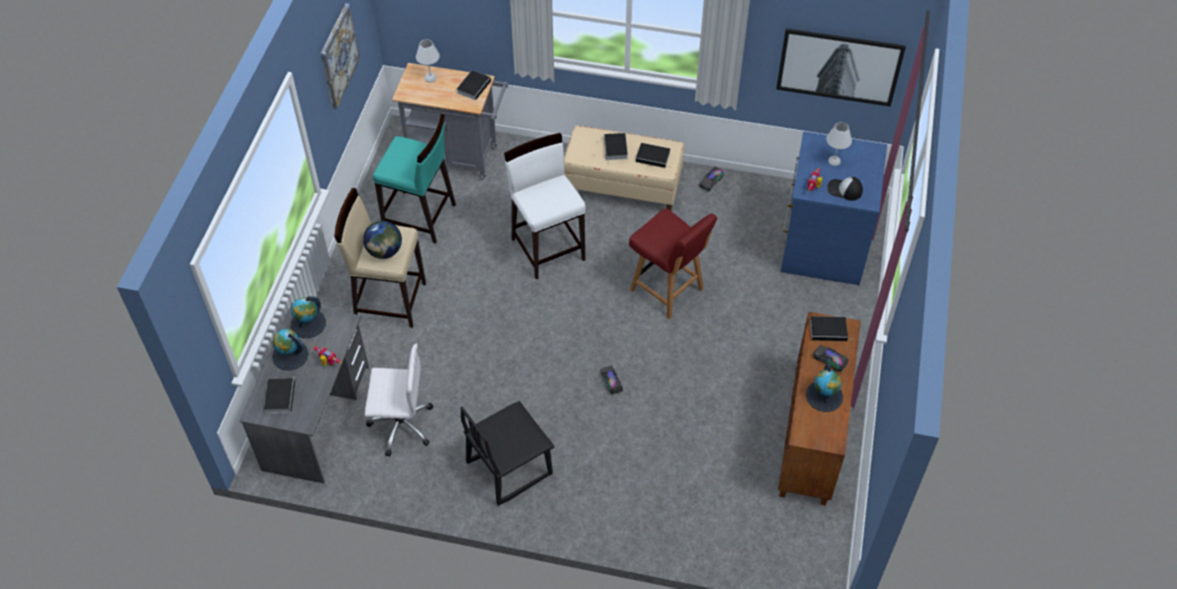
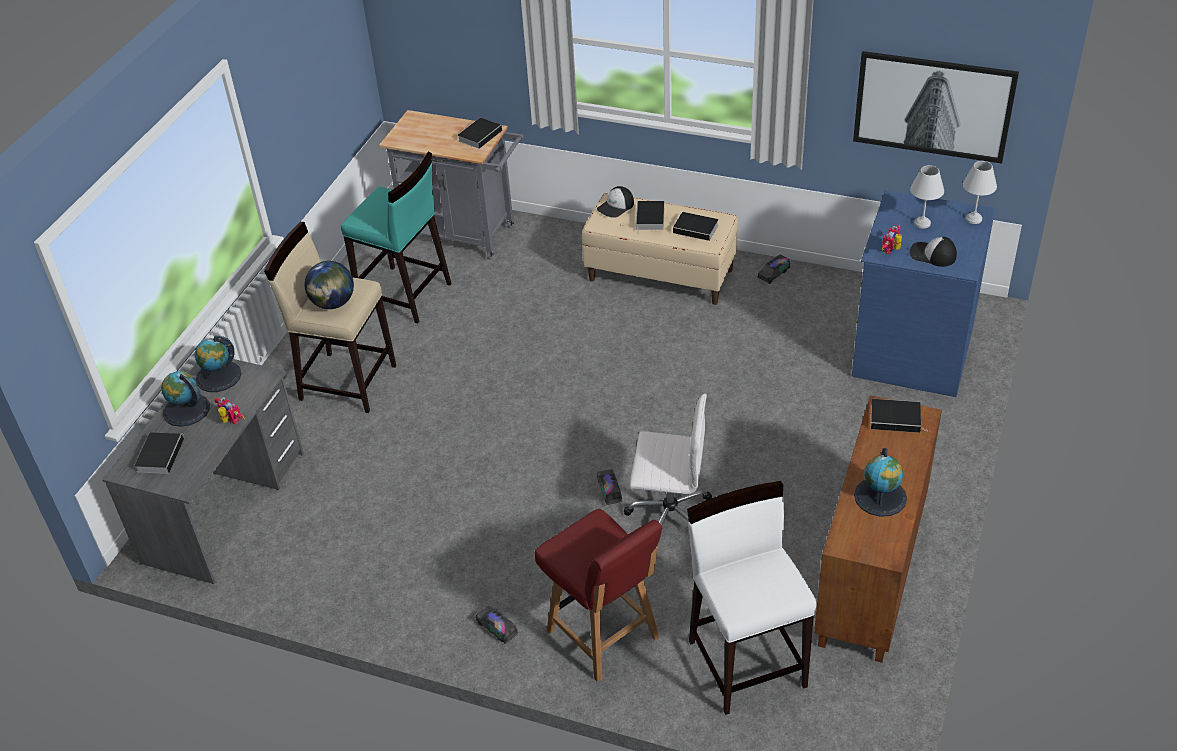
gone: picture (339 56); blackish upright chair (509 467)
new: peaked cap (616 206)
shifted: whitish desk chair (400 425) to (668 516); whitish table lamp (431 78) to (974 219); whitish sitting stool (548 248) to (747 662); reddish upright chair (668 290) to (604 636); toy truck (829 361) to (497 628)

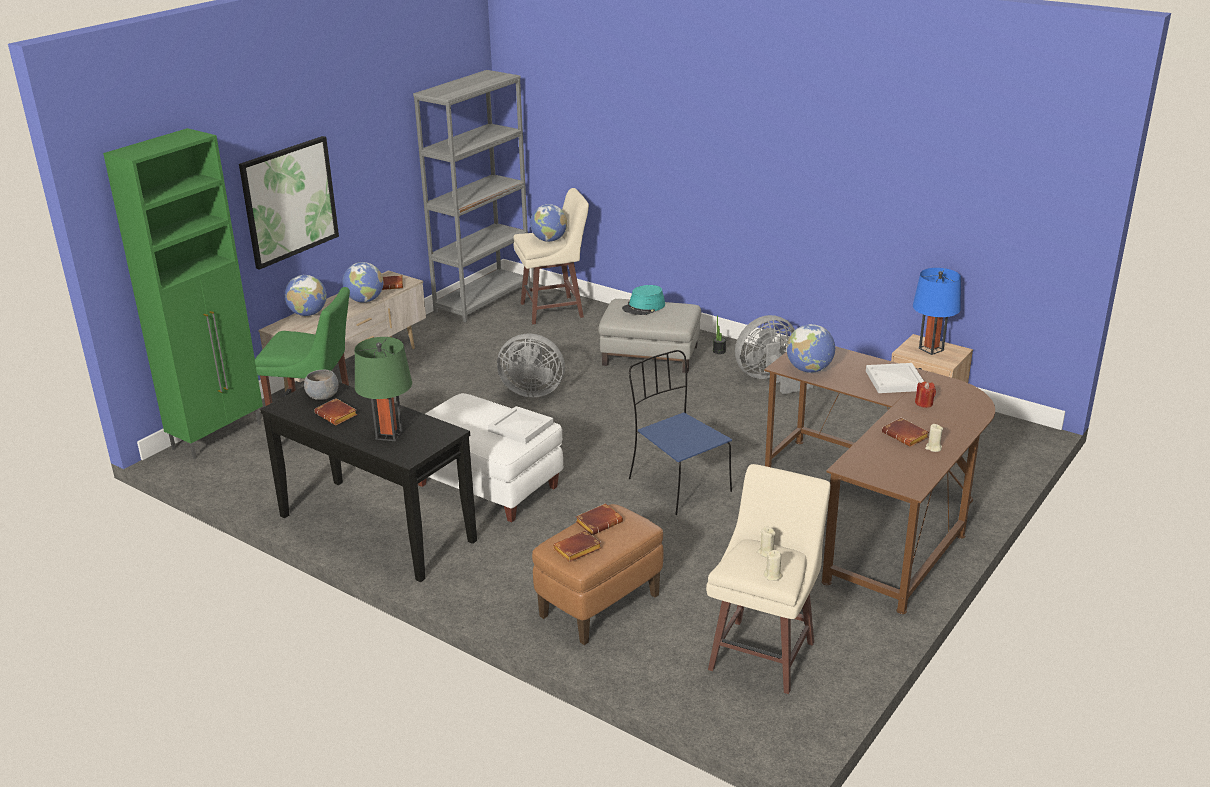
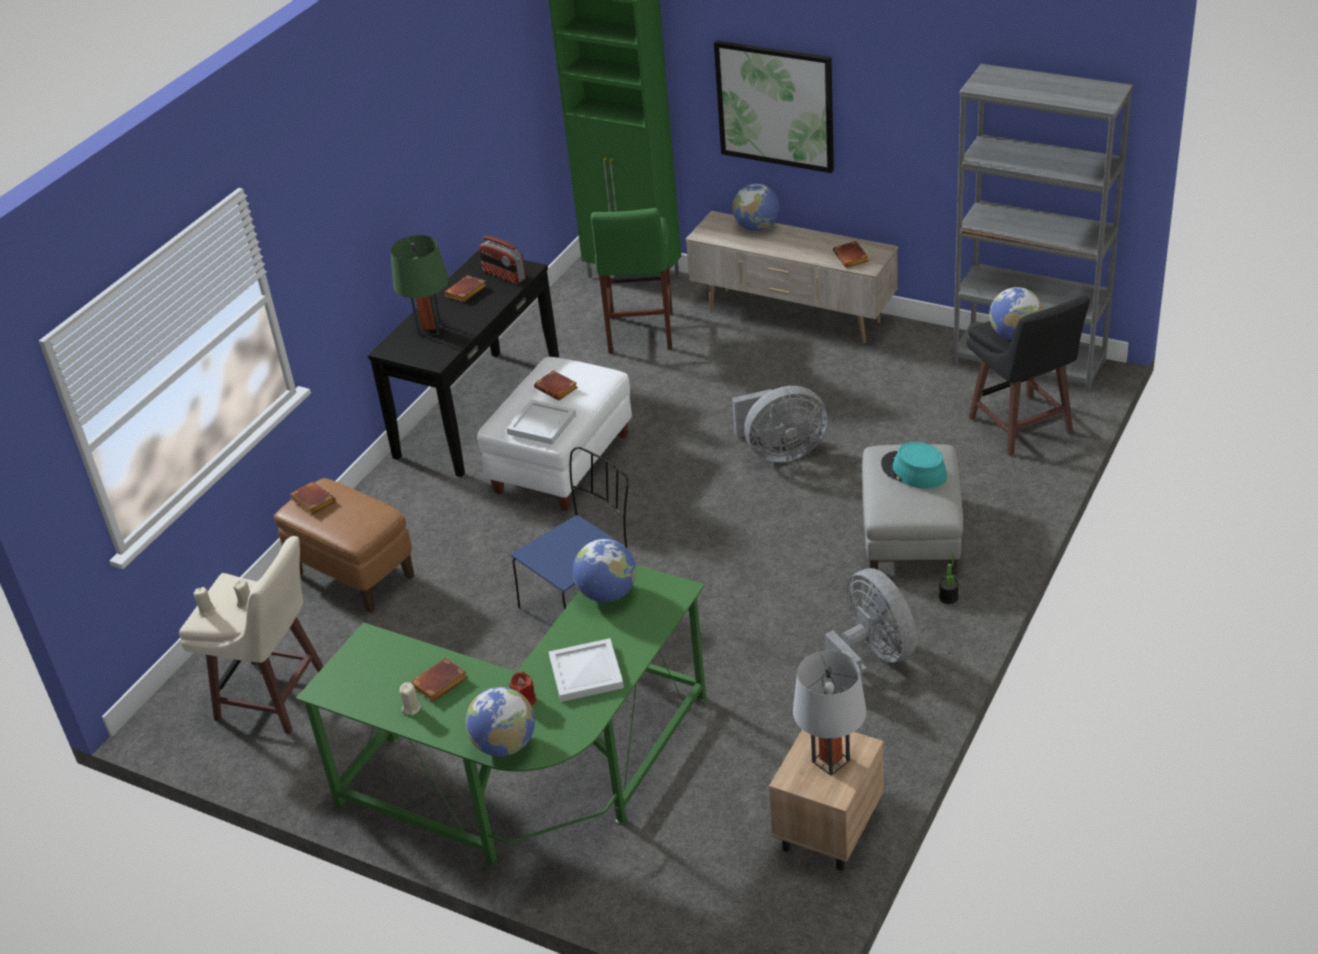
shifted: desk globe (365 300) to (505 745); brownish volume (599 522) to (558 389)
swapped: greyish deep dish (323 396) to radio receiver (504 275)
repainted: beige sitting stool (554 310) to blackish sitting stool (1021 427); brownish desk table (878 513) to green desk table (536 780); bluish table lamp (931 349) to greyish table lamp (831 761)
rotated: greyish cooling fan (531 391) = (780 452) 105 degrees counterclockwise

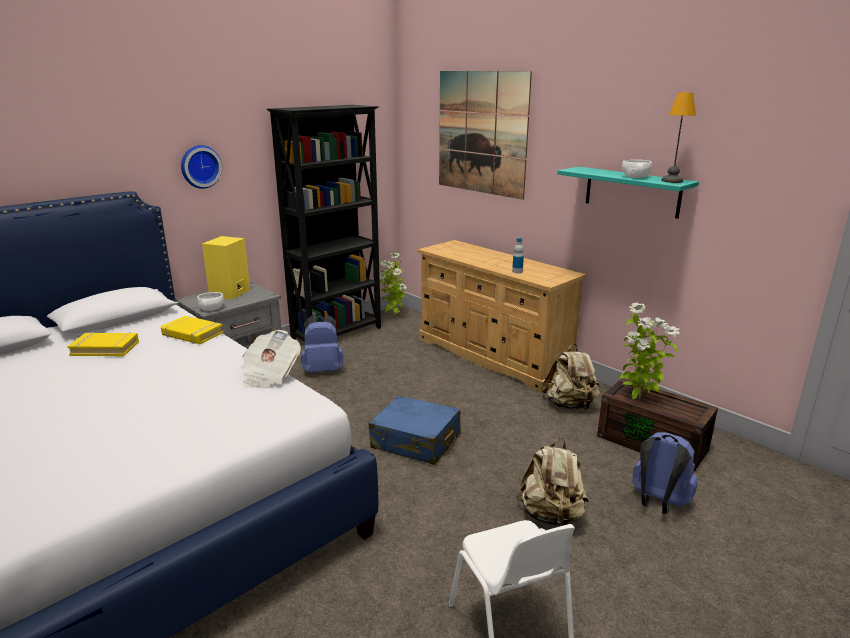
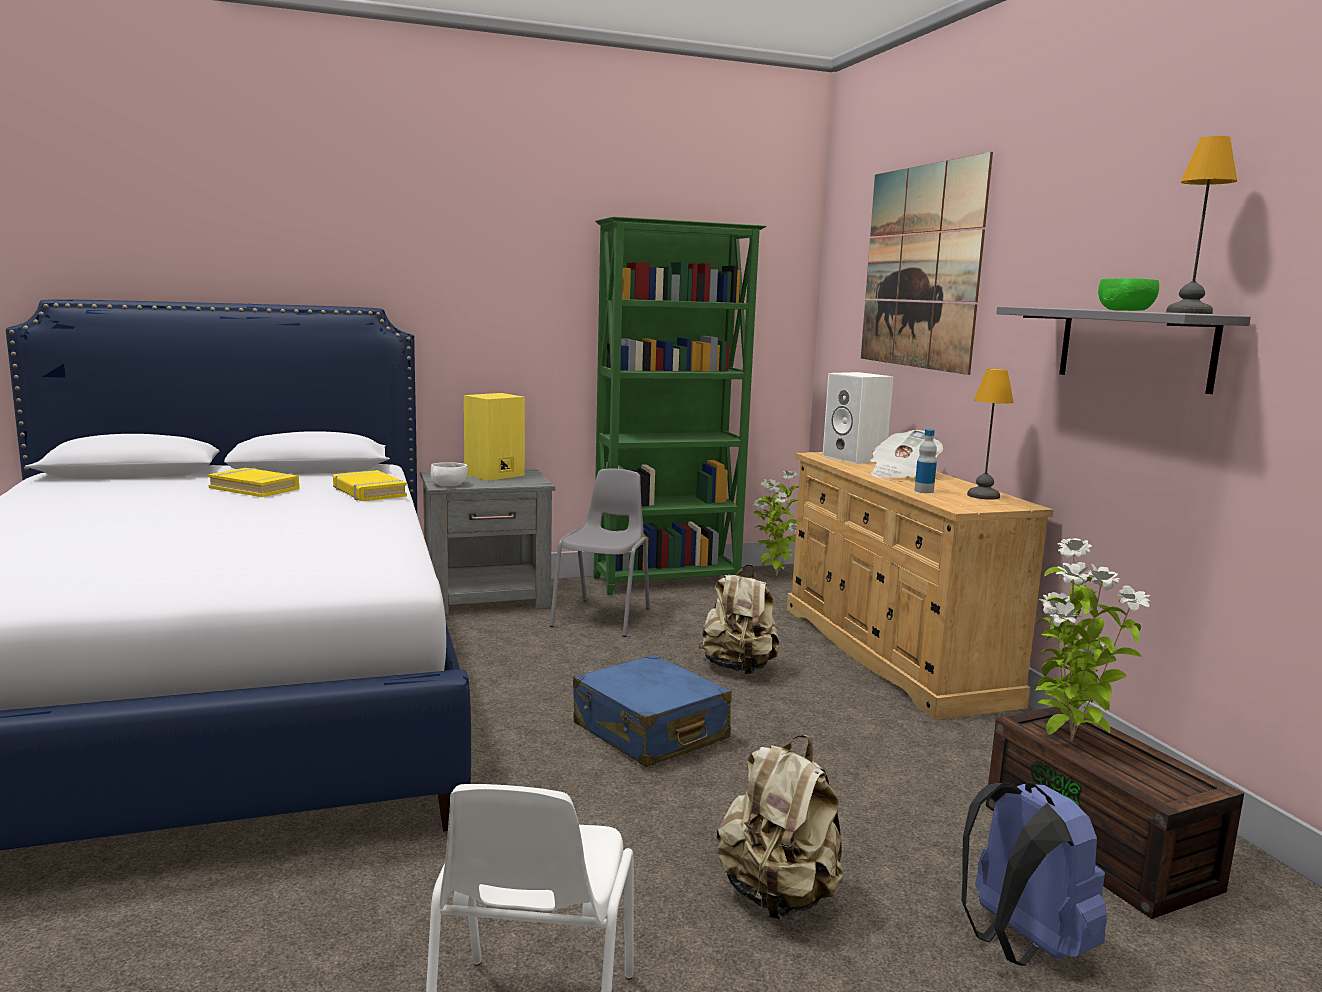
gone: wall clock (200 166)
new: whitish loudspeaker (856 458); table lamp (983 496)
shifted: daily paper (269 374) to (901 474); beige rucksack (569 405) to (738 668)
swapped: bluish rucksack (323 370) to greyish upright chair (603 617)
repainted: blackish bookcase (338 334) to green bookcase (668 582); turquoise-coloured shelf (632 192) to greyish shelf (1134 347); whitish deep dish (635 177) to green deep dish (1126 310)

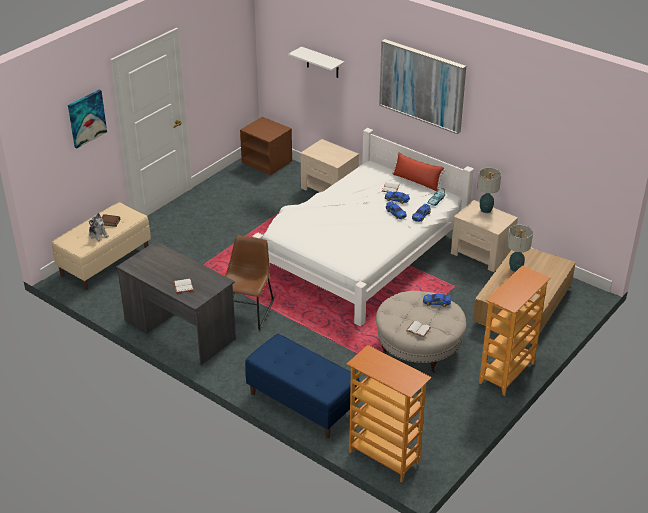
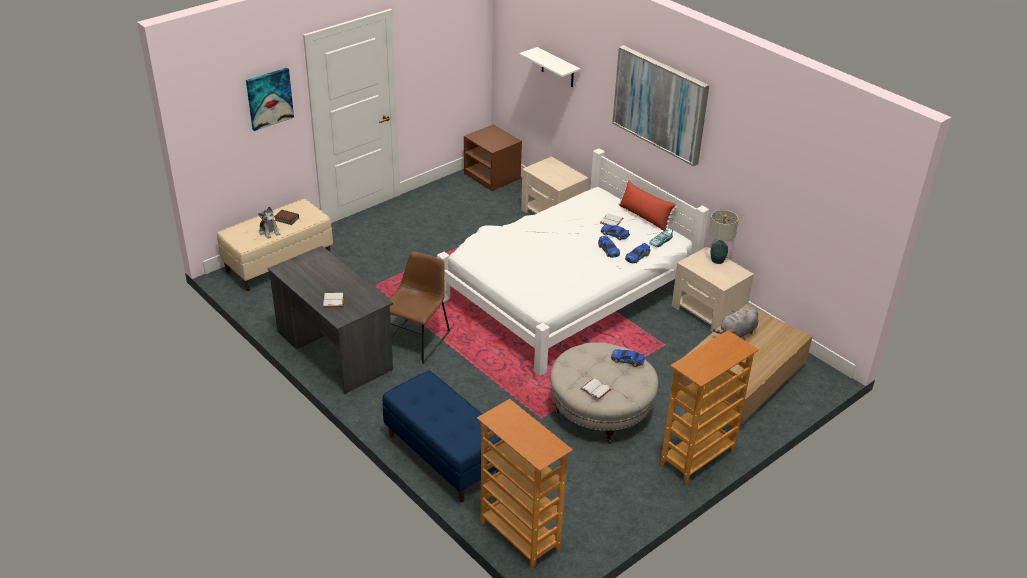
swapped: table lamp (515 268) to greyish plush toy (736 334)

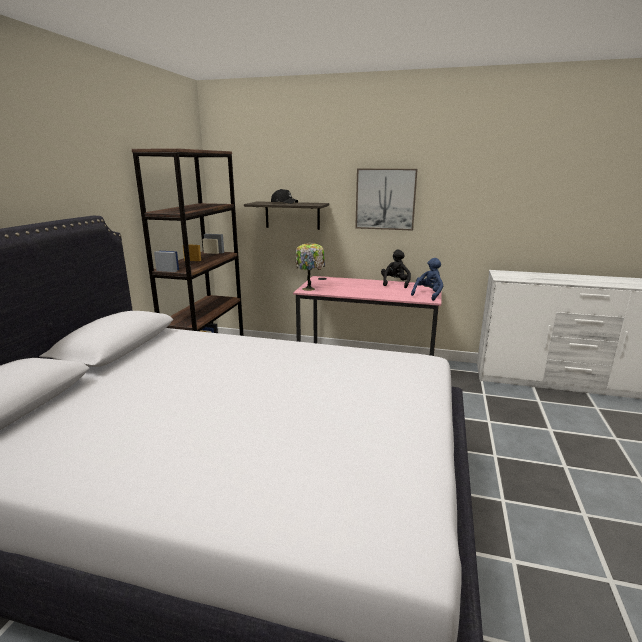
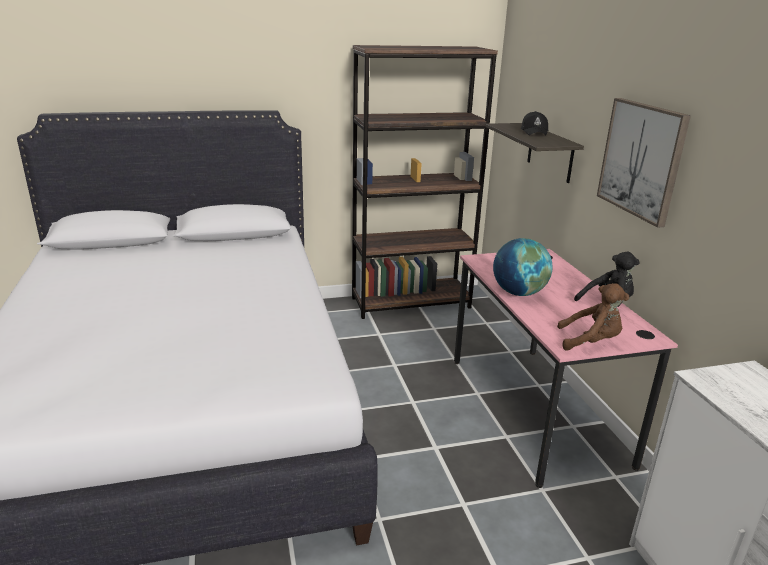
gone: table lamp (309 289)
new: desk globe (519 293)
repainted: bluish plush toy (428 294) to brownish plush toy (591 342)

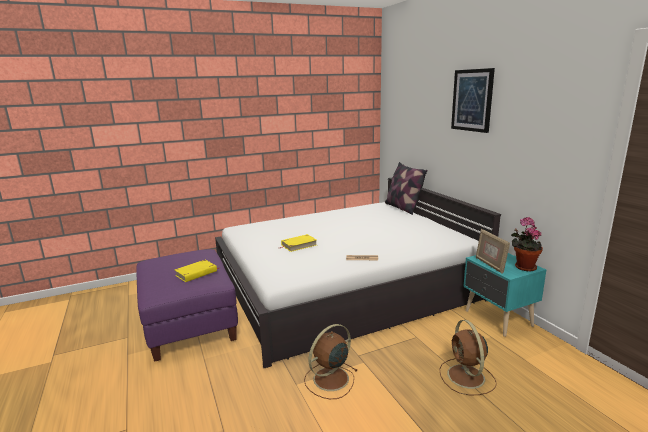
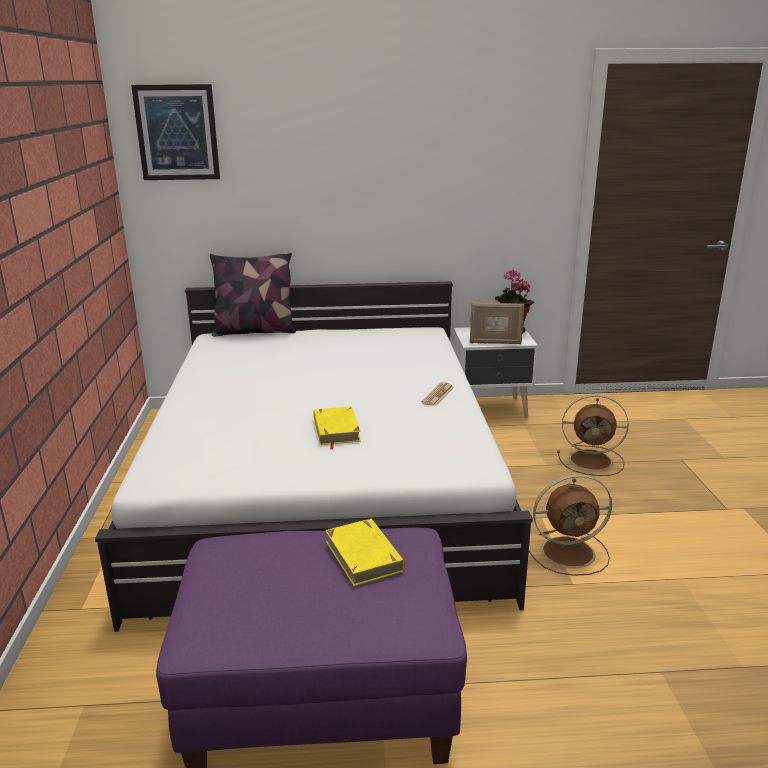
shifted: picture (472 100) to (177 133)
repainted: turquoise-coloured night table (498 319) to whitish night table (491 409)
rotated: brownish cooling fan (329 379) = (570 552) 75 degrees counterclockwise

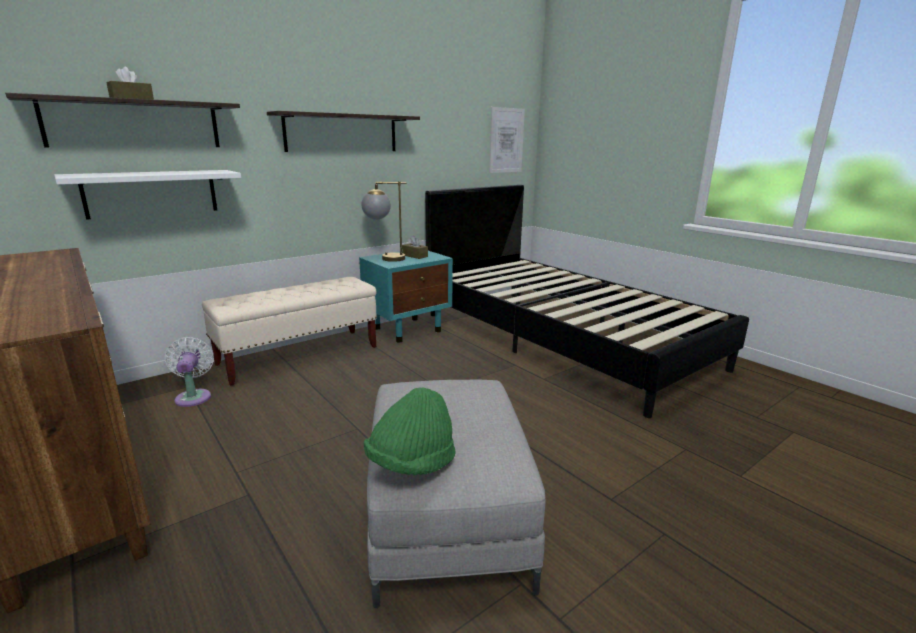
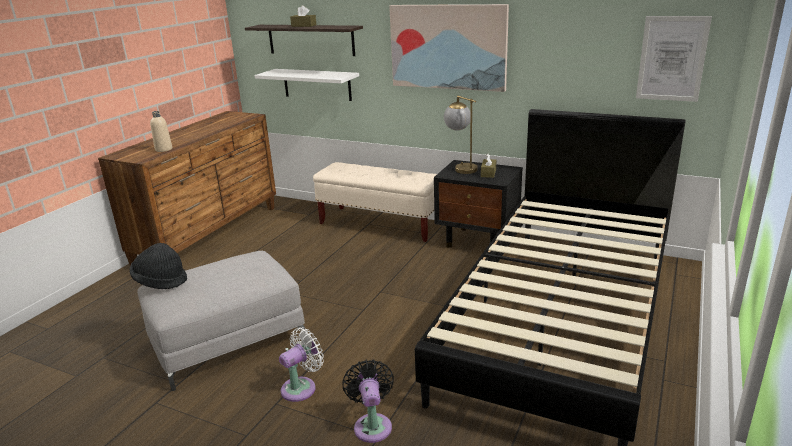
new: beige beverage bottle (163 149); blackish cooling fan (372 425)
shifted: whitish cooling fan (194 396) to (302 387)
swapped: shelf (342 133) to picture (448 47)
repainted: turquoise-coloured night table (408 329) to blackish night table (478 241); green wearable hat (411 463) to blackish wearable hat (160 281)

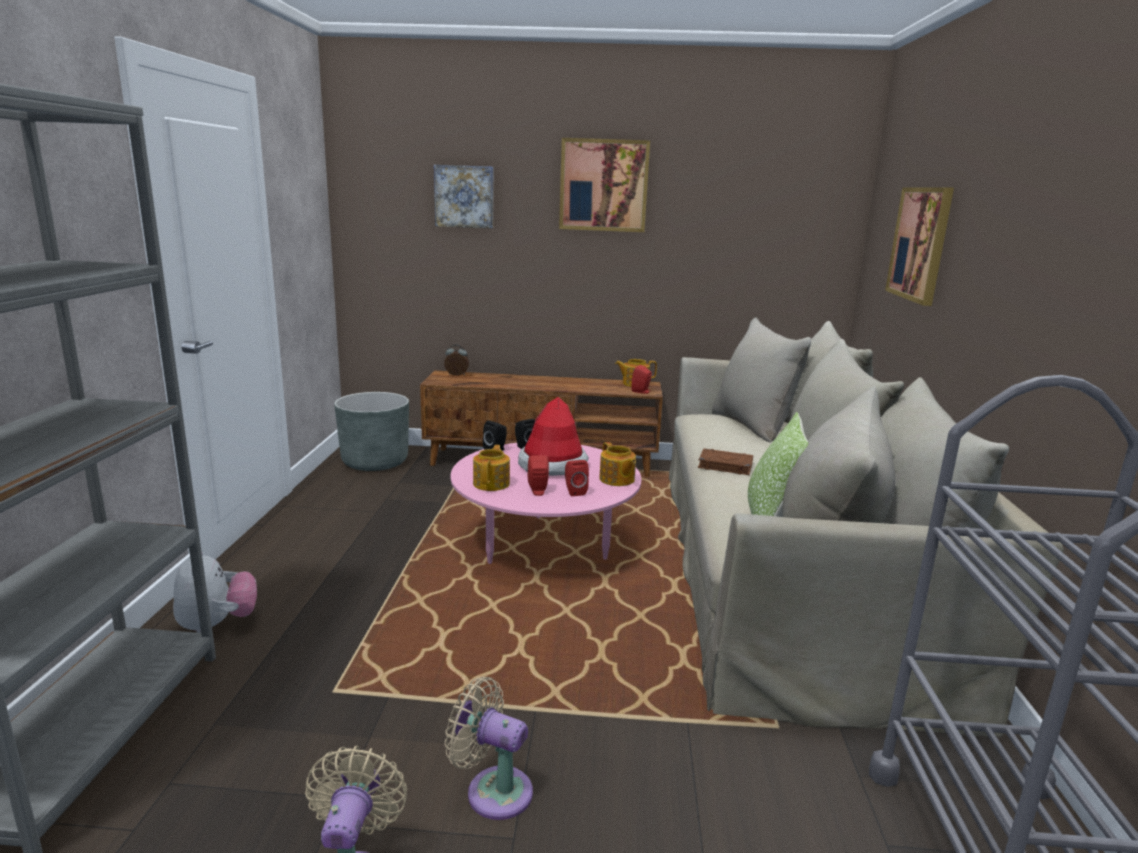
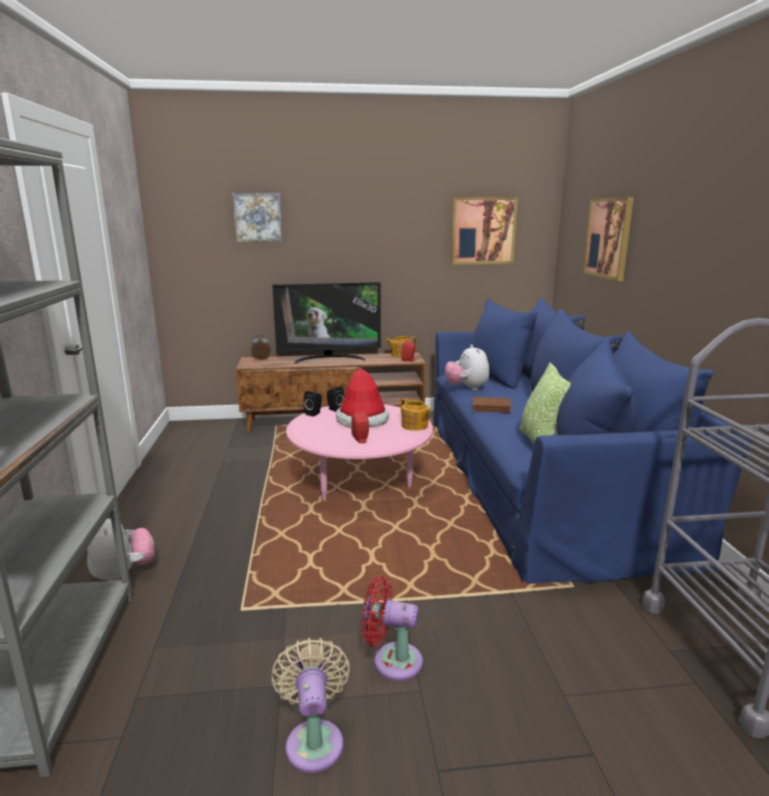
gone: greyish flower pot (375 462); teapot (492 483); reddish loudspeaker (574 491)
new: TV set (329 358); plush toy (467 388)
shifted: picture (603 185) to (483 231)
repainted: beige cooling fan (493 790) to reddish cooling fan (392 660); beige sofa (786 566) to bluish sofa (538 477)

